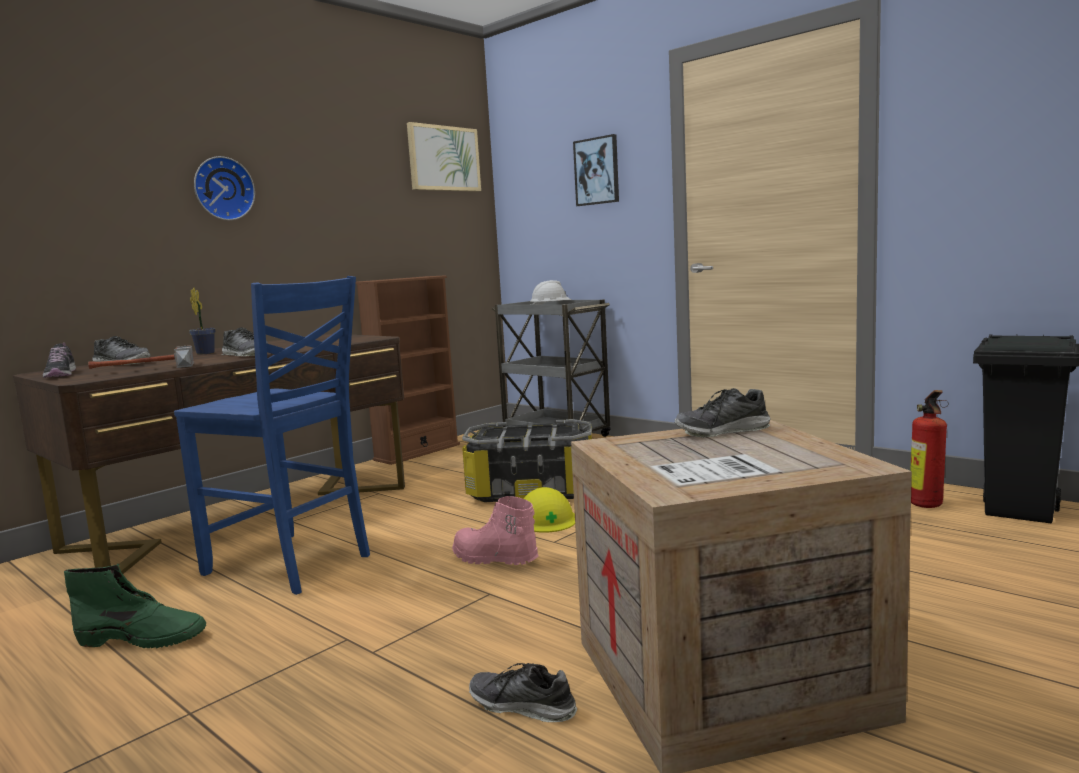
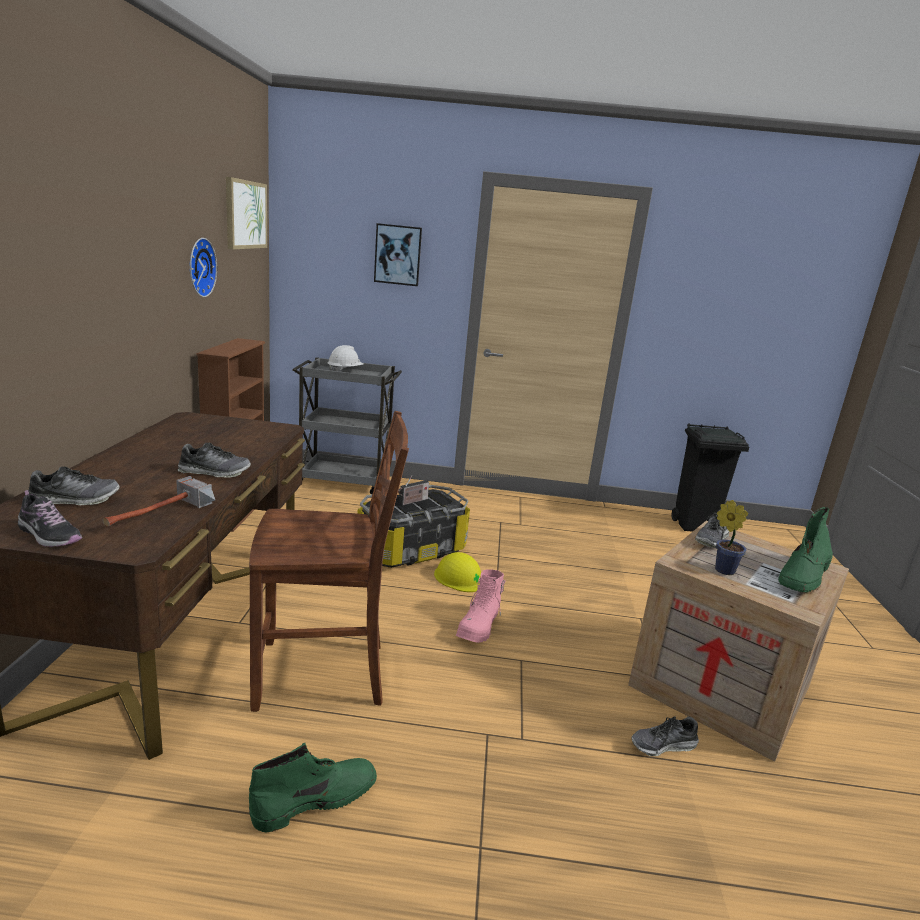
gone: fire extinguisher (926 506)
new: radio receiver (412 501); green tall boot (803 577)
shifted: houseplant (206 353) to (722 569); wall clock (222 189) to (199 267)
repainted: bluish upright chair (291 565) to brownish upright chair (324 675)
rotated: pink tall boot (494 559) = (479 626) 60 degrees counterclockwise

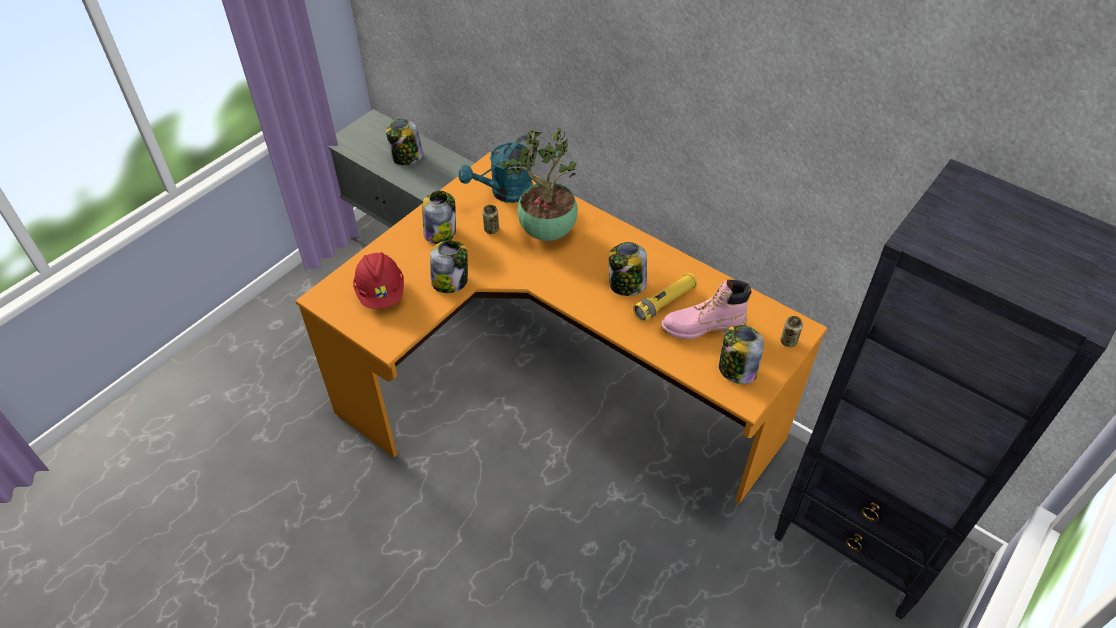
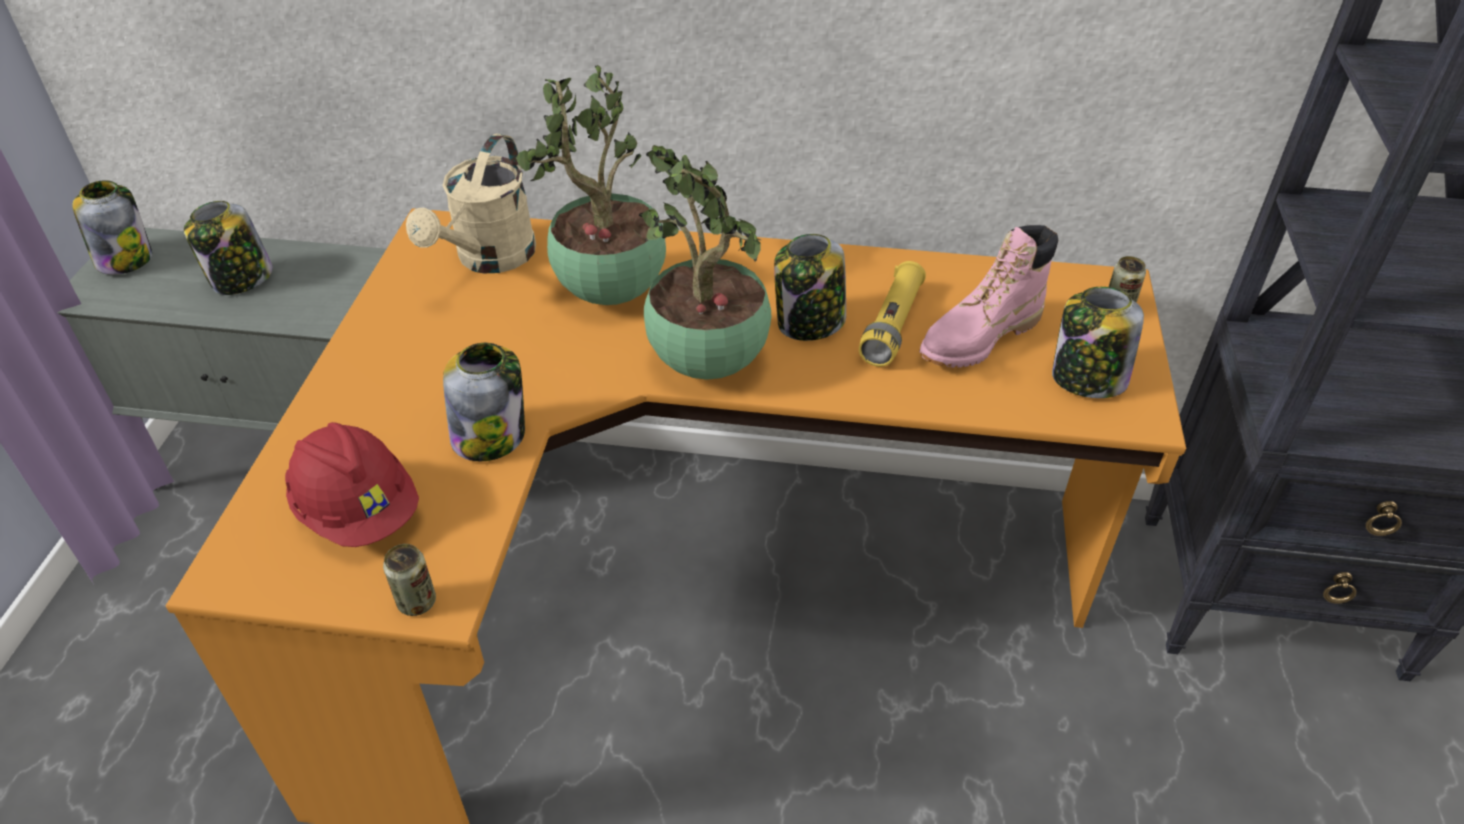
new: houseplant (710 365)
shifted: jar (440 232) to (125 259); can (491 229) to (417 602)
repainted: turquoise-coloured watering can (505 193) to beige watering can (489 259)

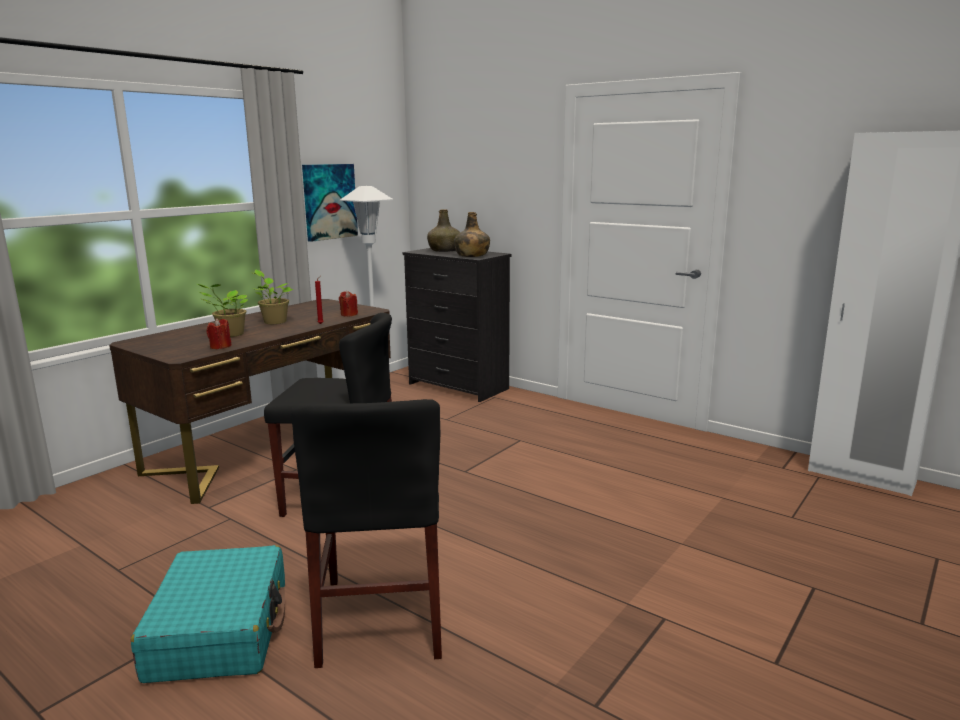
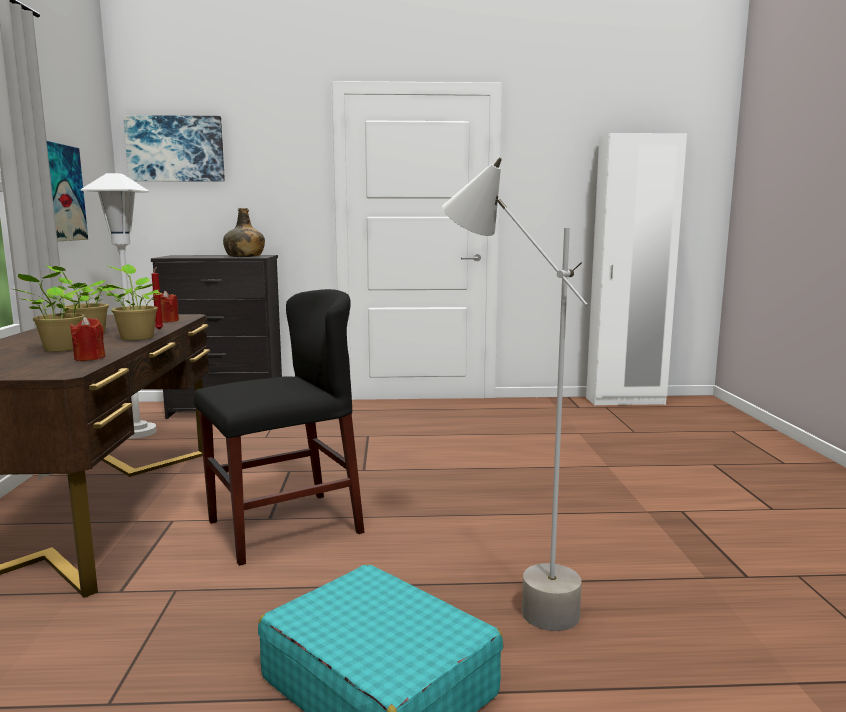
gone: green beverage bottle (445 250)
new: houseplant (136 337); picture (175 149)
swapped: blackish upright chair (381 616) to greyish standard lamp (508 597)

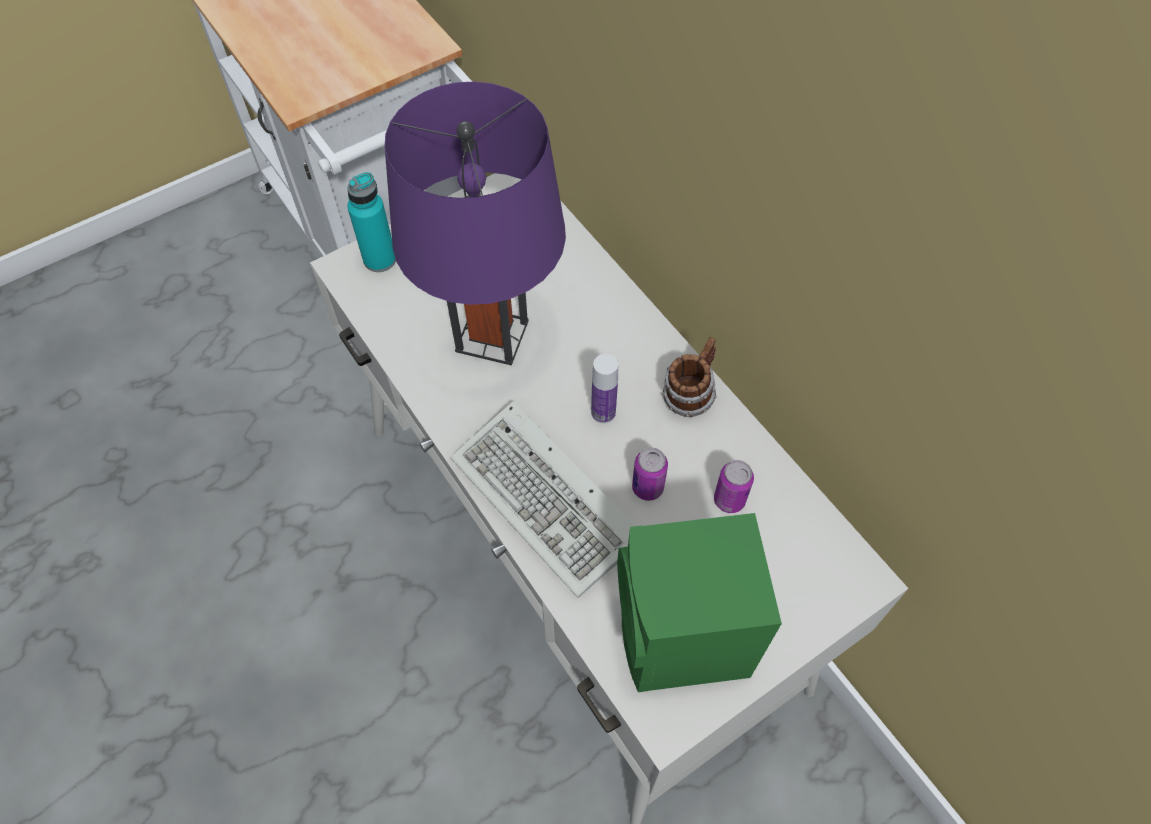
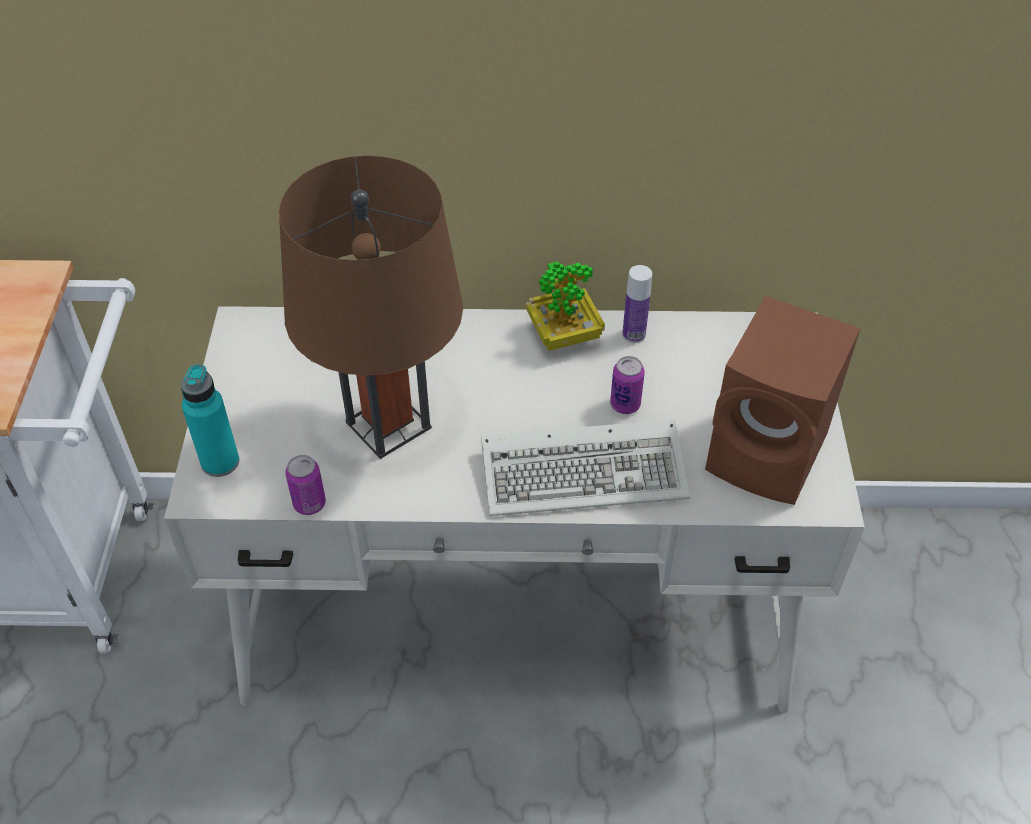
shifted: beverage bottle (603 412) to (633 334); can (729 500) to (309 504)
swapped: mug (689 395) to houseplant (564 335)
repainted: purple-coloured table lamp (492 336) to brownish table lamp (388 425); green loudspeaker (683 640) to brownish loudspeaker (770 455)

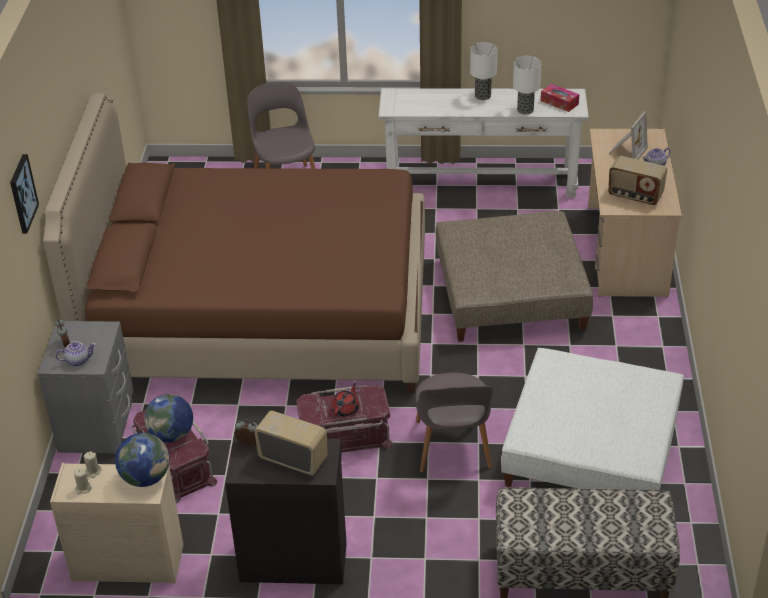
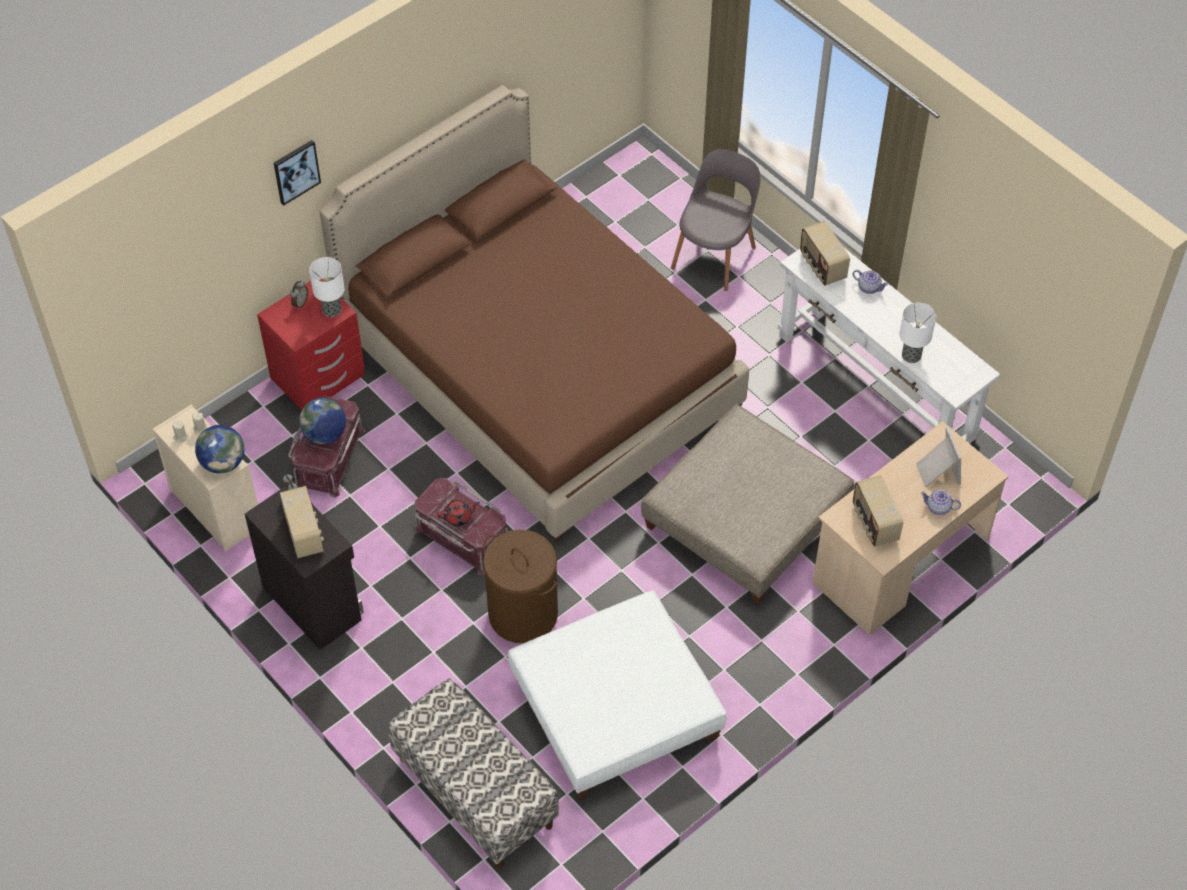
gone: tissue holder (559 102)
new: radio receiver (822 266)
shifted: teapot (78 360) to (869 287); table lamp (482 96) to (331 310)
swapped: greyish upright chair (452 447) to brownish laundry basket (522 614)
repainted: greyish night table (98 425) to reddish night table (318 378)
rotated: picture frame (626 151) = (936 472) 90 degrees counterclockwise

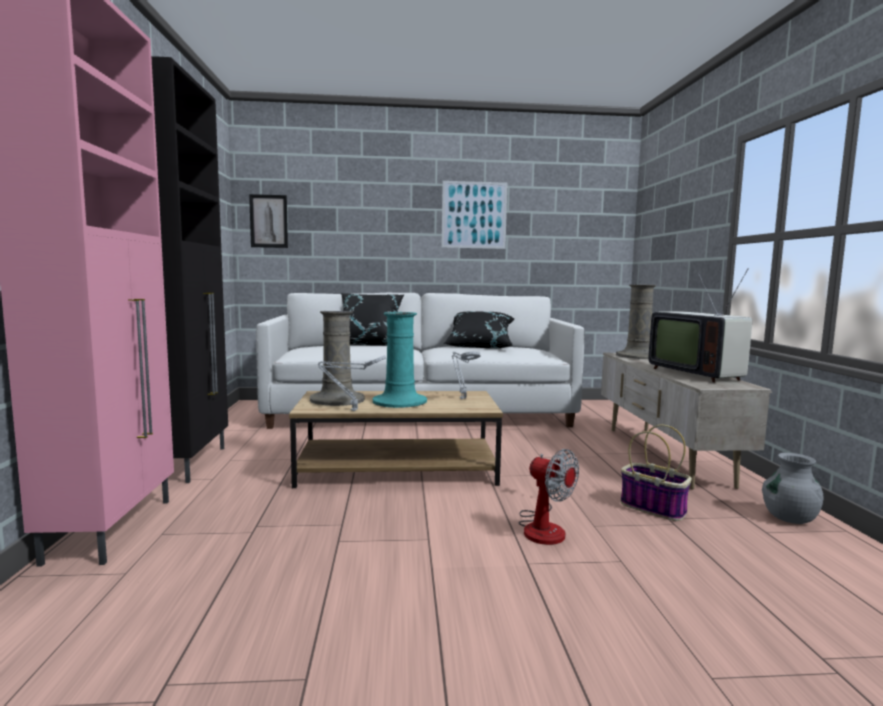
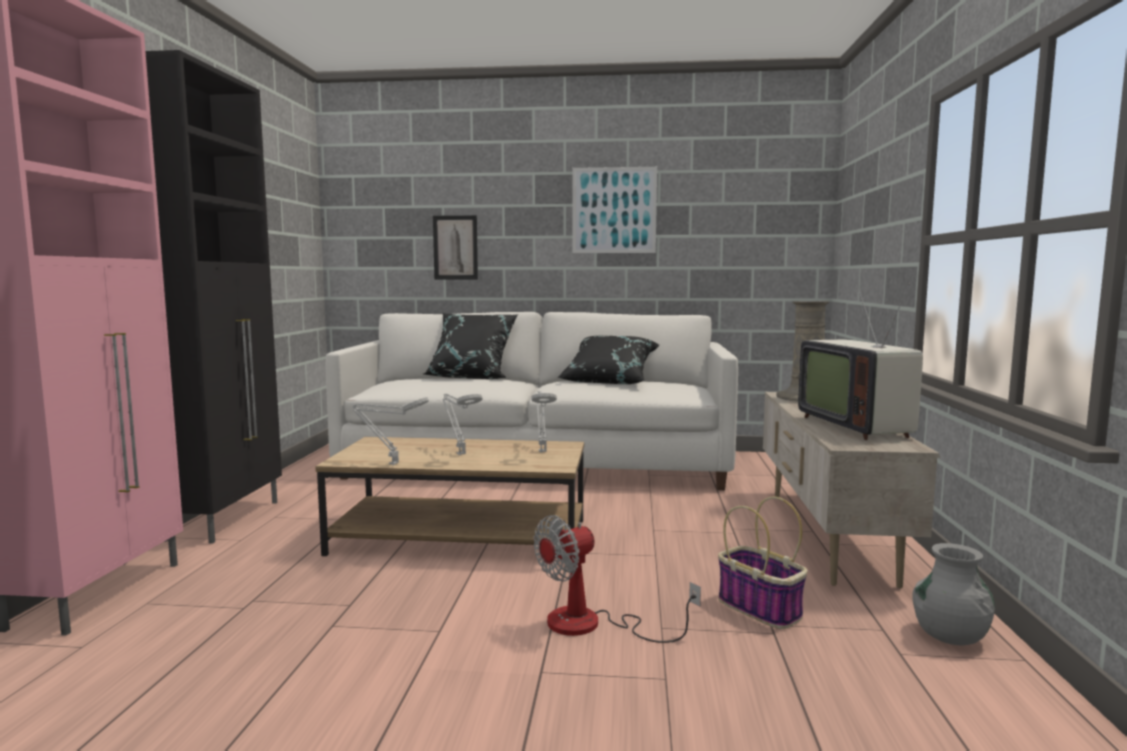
gone: beige vase (337 400)
shifted: picture (268 221) to (455 247)
swapped: turquoise-coloured vase (399 401) to greyish table lamp (460 454)
rotated: cooling fan (542 527) = (592 625) 90 degrees clockwise

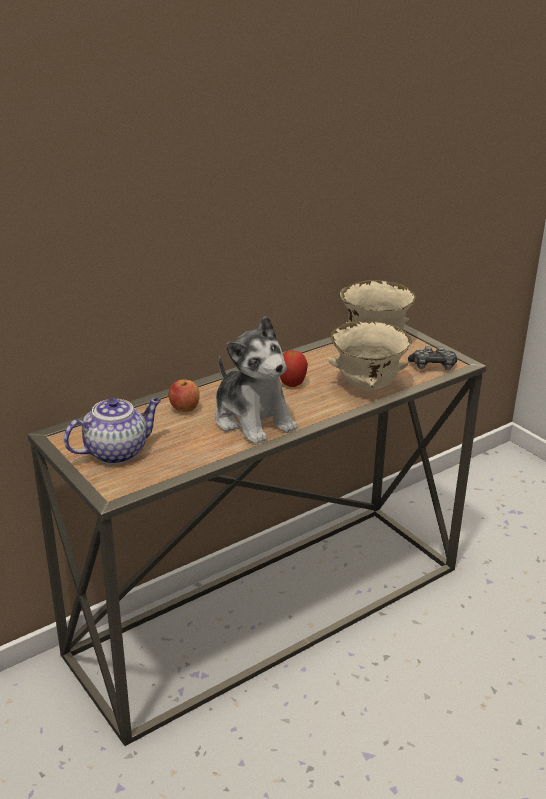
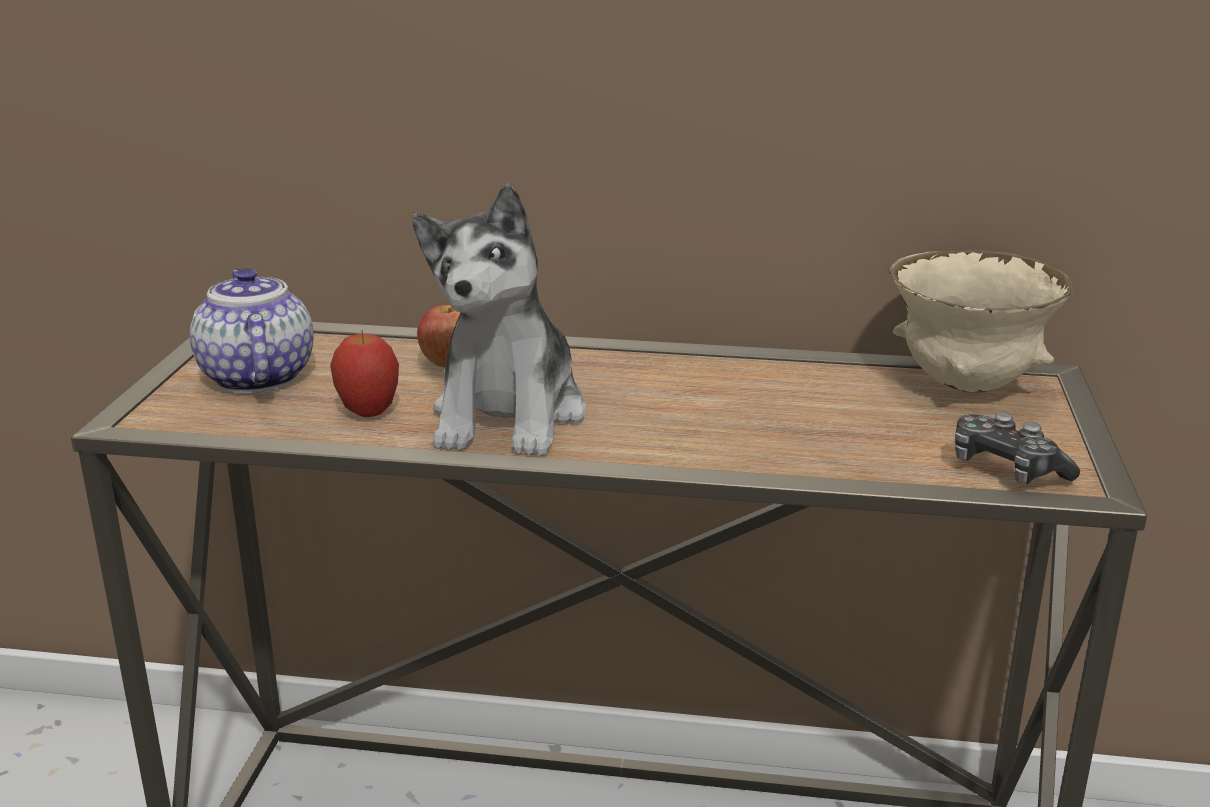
gone: beige deep dish (366 387)
shifted: apple (292 385) to (368 413)
rotated: teapot (117 452) = (255 377) 120 degrees counterclockwise

